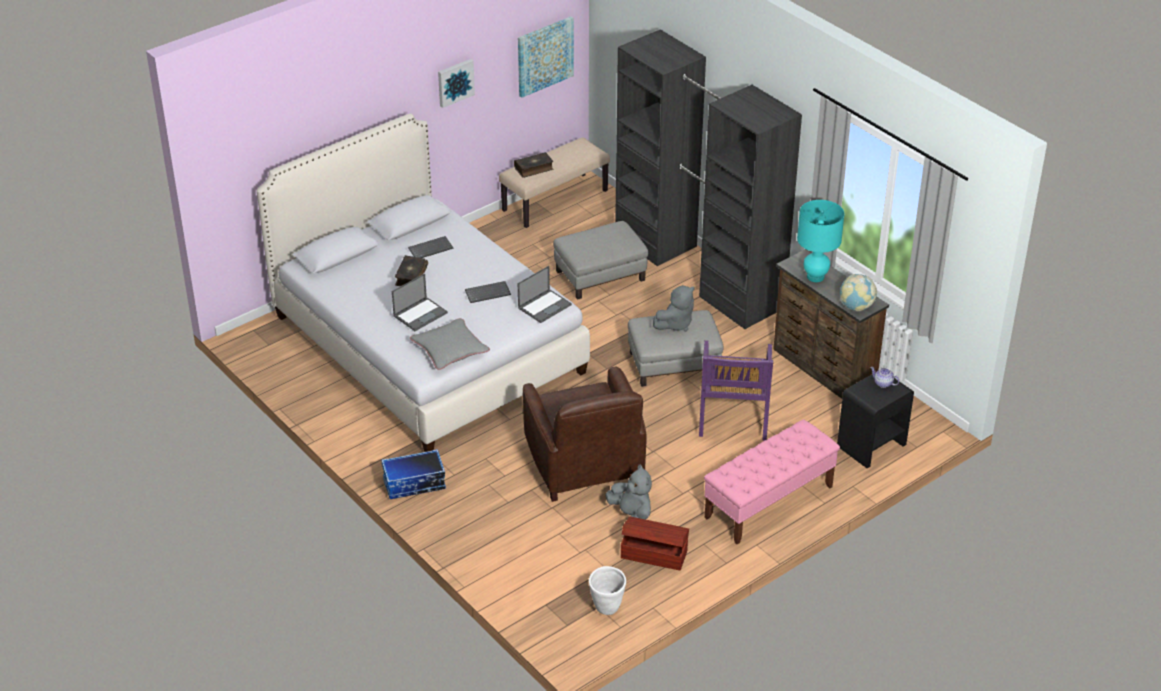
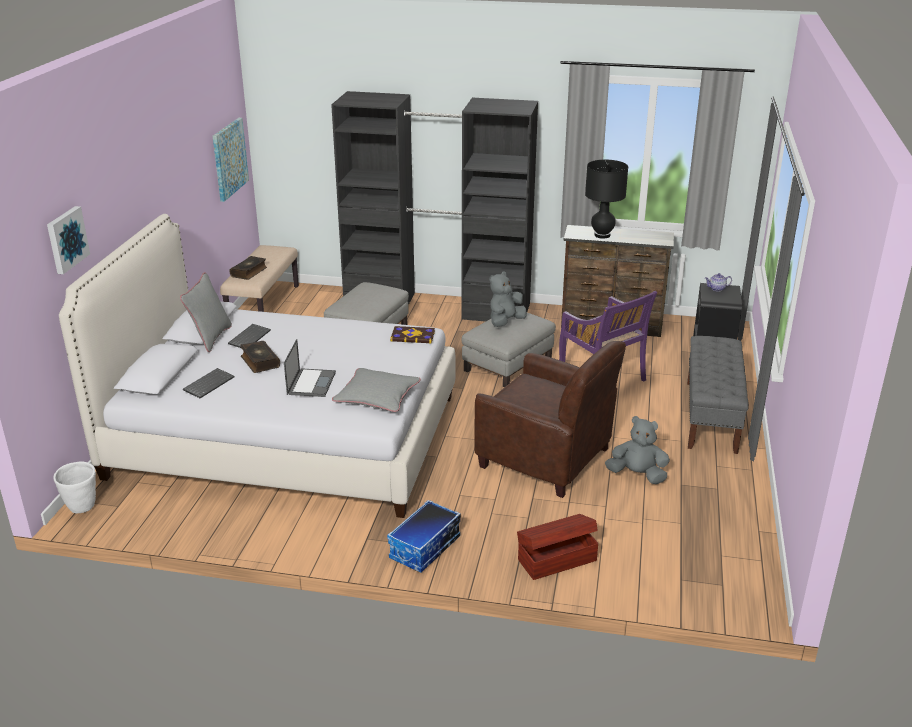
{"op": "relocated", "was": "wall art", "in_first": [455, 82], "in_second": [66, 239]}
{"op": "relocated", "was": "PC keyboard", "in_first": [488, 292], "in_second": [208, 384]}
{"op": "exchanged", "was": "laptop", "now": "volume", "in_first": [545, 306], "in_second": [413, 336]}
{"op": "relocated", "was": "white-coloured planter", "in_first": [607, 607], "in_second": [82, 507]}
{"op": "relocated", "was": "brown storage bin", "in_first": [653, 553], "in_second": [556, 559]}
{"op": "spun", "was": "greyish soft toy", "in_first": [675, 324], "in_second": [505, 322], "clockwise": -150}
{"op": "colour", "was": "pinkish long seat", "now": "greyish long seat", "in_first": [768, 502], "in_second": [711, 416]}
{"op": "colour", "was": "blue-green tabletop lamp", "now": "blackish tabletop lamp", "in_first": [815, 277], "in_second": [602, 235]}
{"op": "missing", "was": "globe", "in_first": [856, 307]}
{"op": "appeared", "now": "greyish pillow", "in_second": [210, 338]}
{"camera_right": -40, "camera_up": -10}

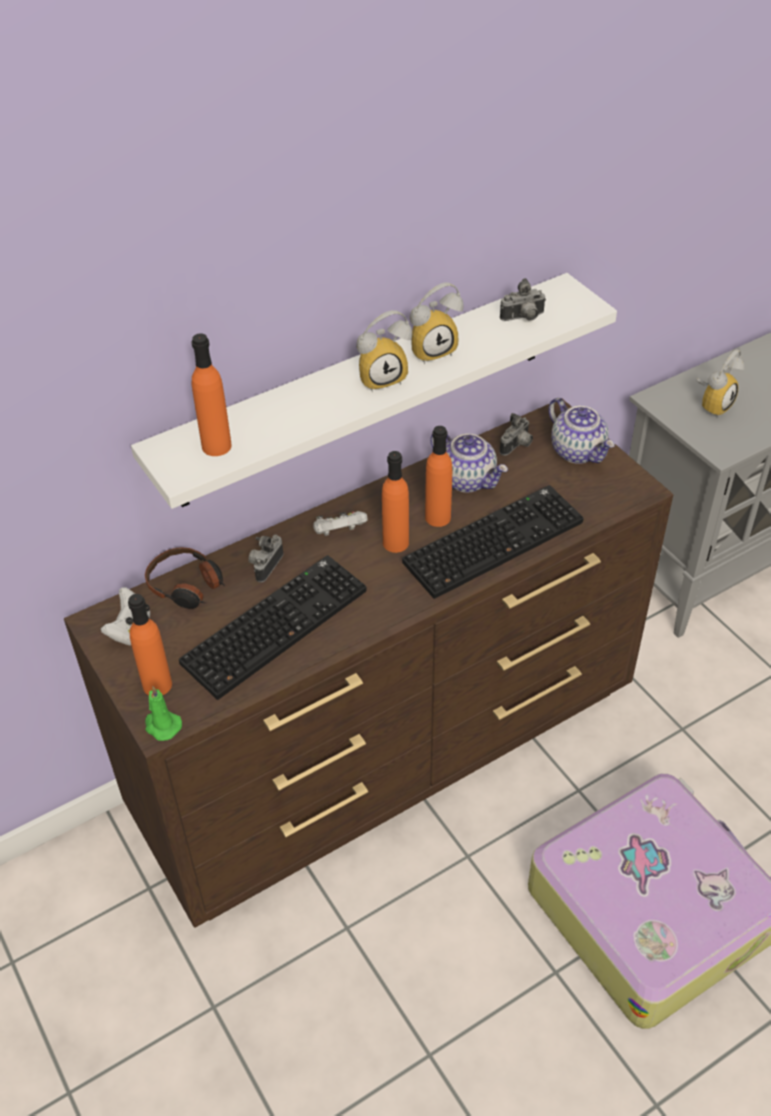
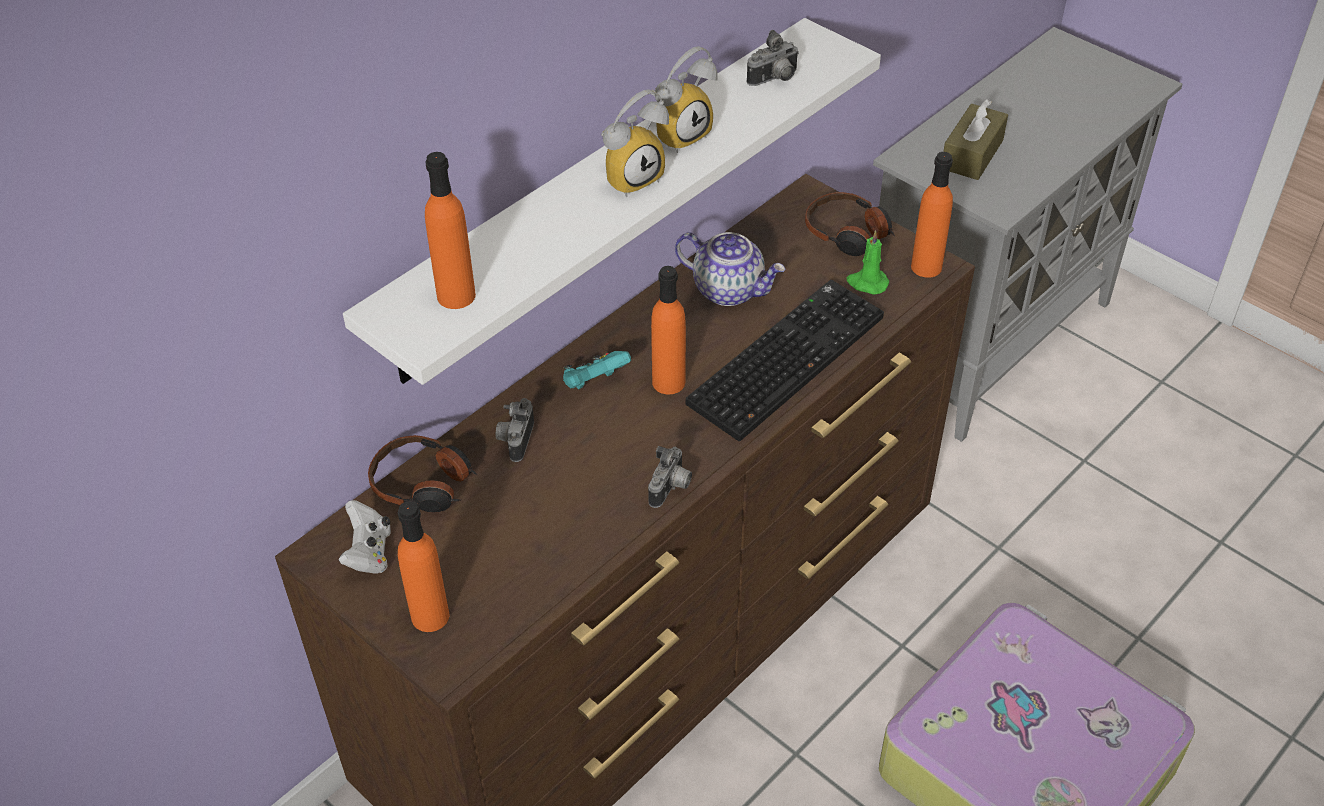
{"op": "relocated", "was": "greenish wax light", "in_first": [162, 725], "in_second": [867, 283]}
{"op": "missing", "was": "PC keyboard", "in_first": [275, 624]}
{"op": "colour", "was": "white-coloured joypad", "now": "blue-green joypad", "in_first": [339, 533], "in_second": [594, 383]}
{"op": "relocated", "was": "orange beverage bottle", "in_first": [438, 517], "in_second": [926, 267]}
{"op": "relocated", "was": "still camera", "in_first": [517, 446], "in_second": [671, 489]}
{"op": "exchanged", "was": "tea pot", "now": "headset", "in_first": [578, 451], "in_second": [848, 234]}
{"op": "exchanged", "was": "bedside clock", "now": "brown tissue box", "in_first": [712, 404], "in_second": [972, 154]}
{"camera_right": -15, "camera_up": 0}

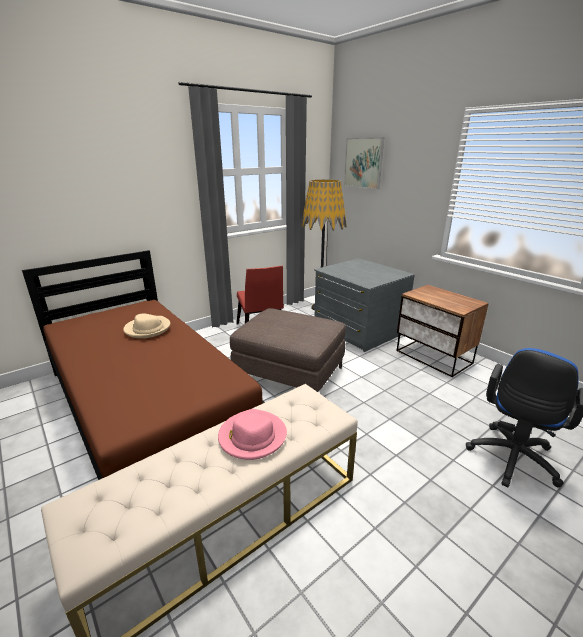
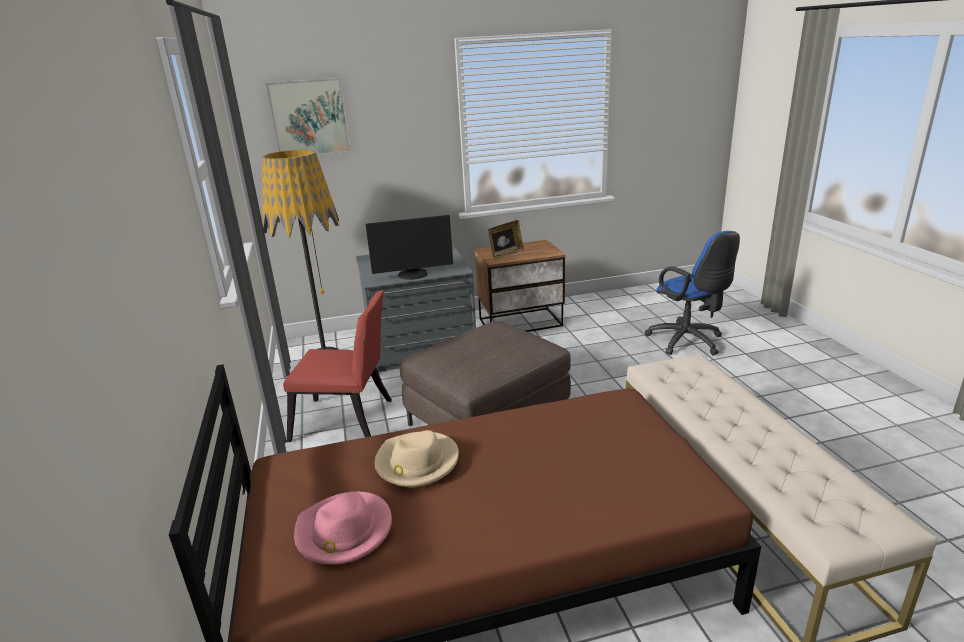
{"op": "relocated", "was": "pinkish hat", "in_first": [252, 437], "in_second": [344, 532]}
{"op": "appeared", "now": "computer screen", "in_second": [413, 275]}
{"op": "appeared", "now": "photo frame", "in_second": [506, 254]}
{"camera_right": -65, "camera_up": 0}

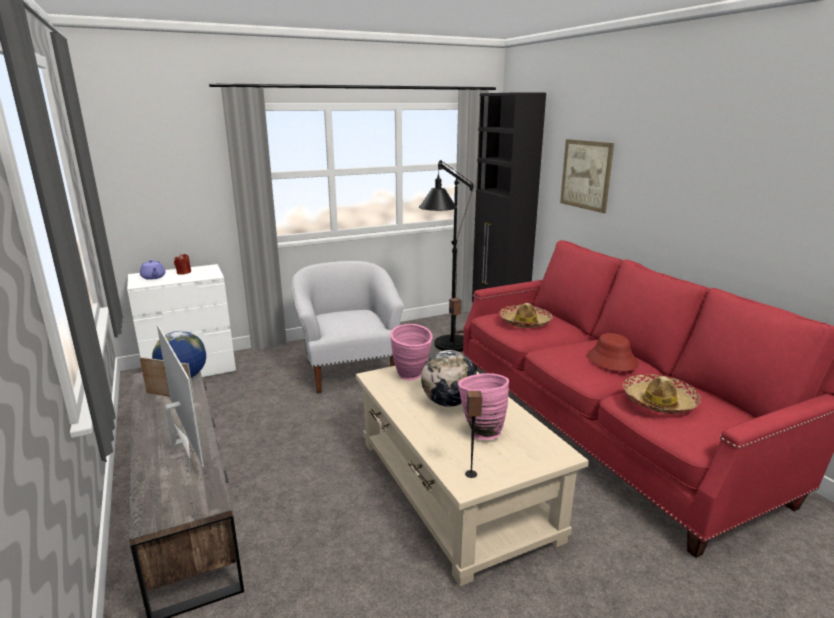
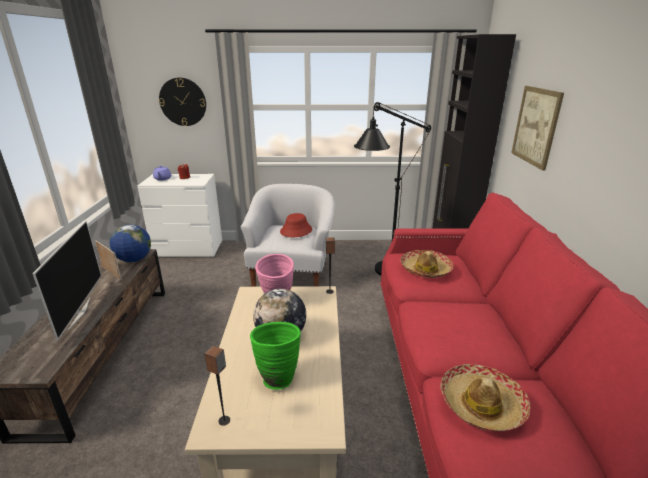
{"op": "colour", "was": "pinkish flower vase", "now": "greenish flower vase", "in_first": [480, 431], "in_second": [277, 376]}
{"op": "relocated", "was": "red-coloured hat", "in_first": [611, 360], "in_second": [296, 231]}
{"op": "appeared", "now": "clock on the wall", "in_second": [183, 102]}
{"camera_right": 25, "camera_up": 5}

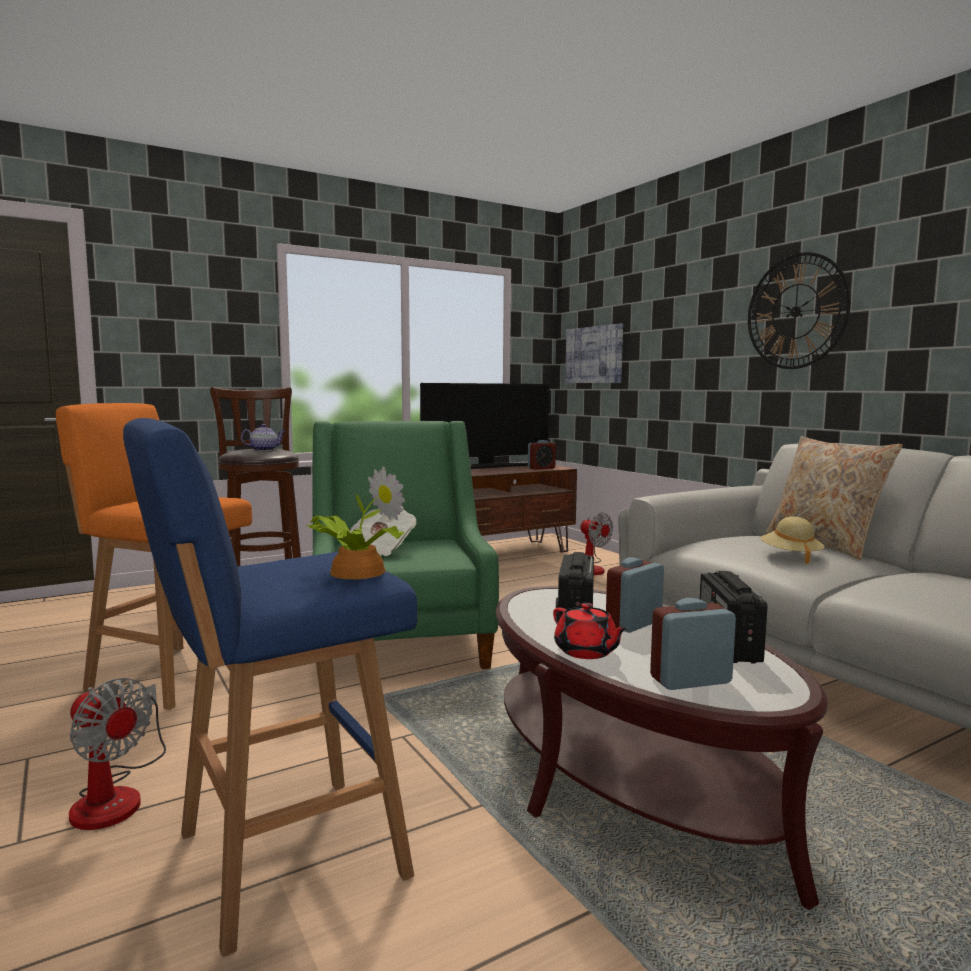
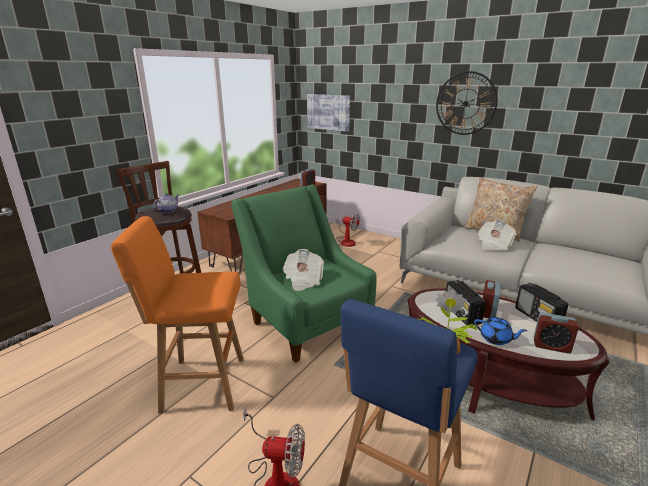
{"op": "missing", "was": "television", "in_first": [486, 467]}
{"op": "colour", "was": "red-coloured tea pot", "now": "bluish tea pot", "in_first": [586, 652], "in_second": [496, 339]}
{"op": "spun", "was": "bedside clock", "in_first": [690, 680], "in_second": [551, 346], "clockwise": -120}
{"op": "exchanged", "was": "beige-coloured hat", "now": "daily paper", "in_first": [790, 556], "in_second": [494, 245]}
{"camera_right": -25, "camera_up": 15}

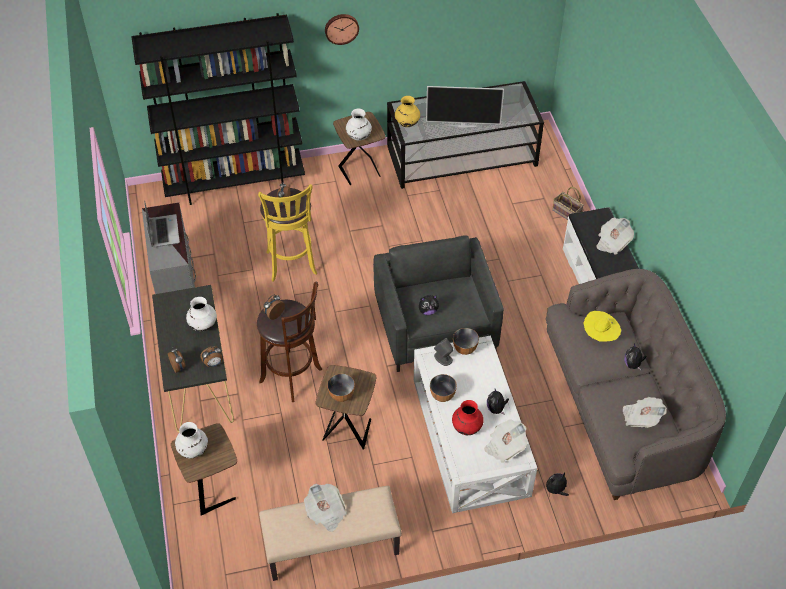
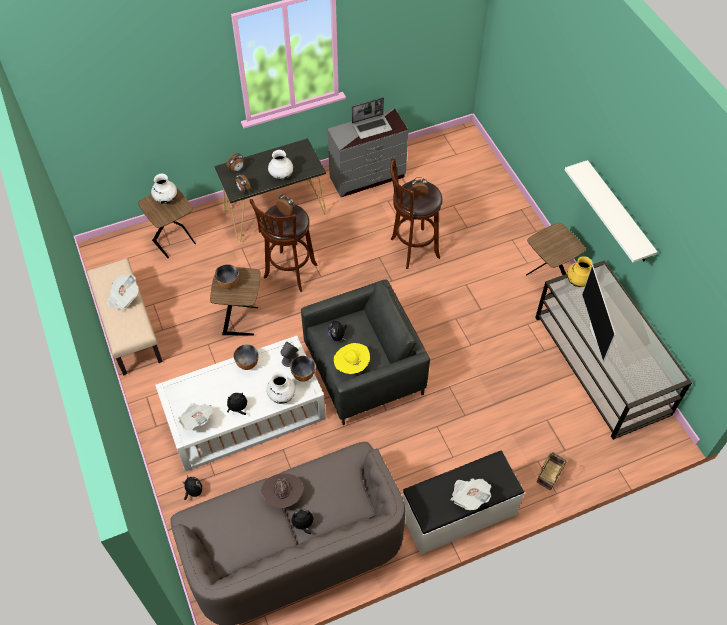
{"op": "missing", "was": "blackish bookcase", "in_first": [235, 183]}
{"op": "colour", "was": "yellow stool seat", "now": "brown stool seat", "in_first": [292, 265], "in_second": [412, 249]}
{"op": "missing", "was": "clock on the wall", "in_first": [341, 28]}
{"op": "relocated", "was": "white-coloured flower vase", "in_first": [358, 137], "in_second": [281, 395]}
{"op": "missing", "was": "red-coloured flower vase", "in_first": [466, 427]}
{"op": "relocated", "was": "yellow hat", "in_first": [600, 336], "in_second": [351, 365]}
{"op": "missing", "was": "daily paper", "in_first": [641, 418]}
{"op": "appeared", "now": "brown hat", "in_second": [283, 496]}
{"op": "appeared", "now": "white-coloured shelf", "in_second": [618, 213]}
{"camera_right": 80, "camera_up": 5}

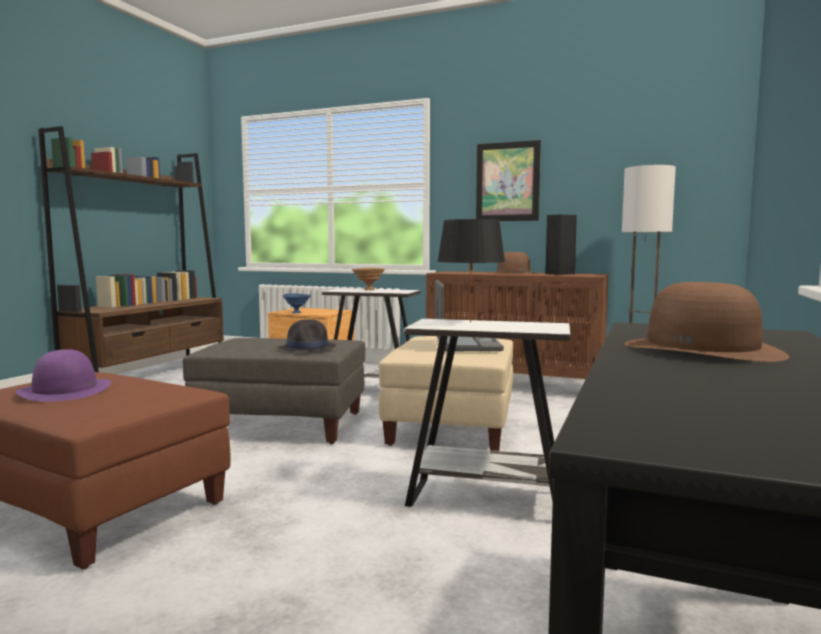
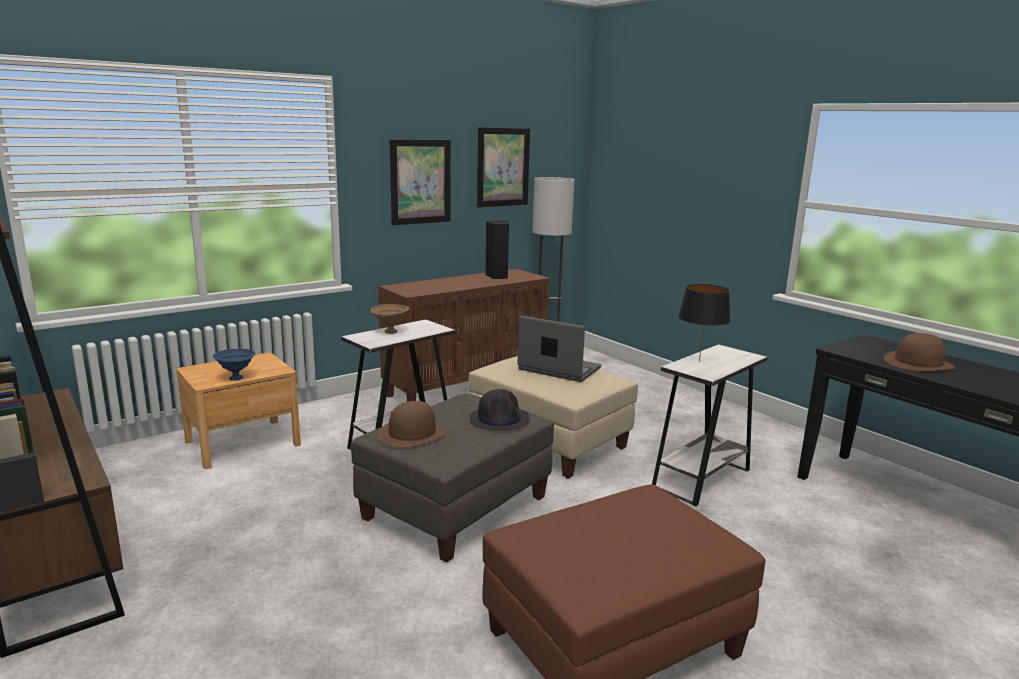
{"op": "missing", "was": "purple-coloured hat", "in_first": [65, 390]}
{"op": "relocated", "was": "brown hat", "in_first": [513, 273], "in_second": [412, 433]}
{"op": "appeared", "now": "wall art", "in_second": [503, 167]}
{"camera_right": -60, "camera_up": 10}

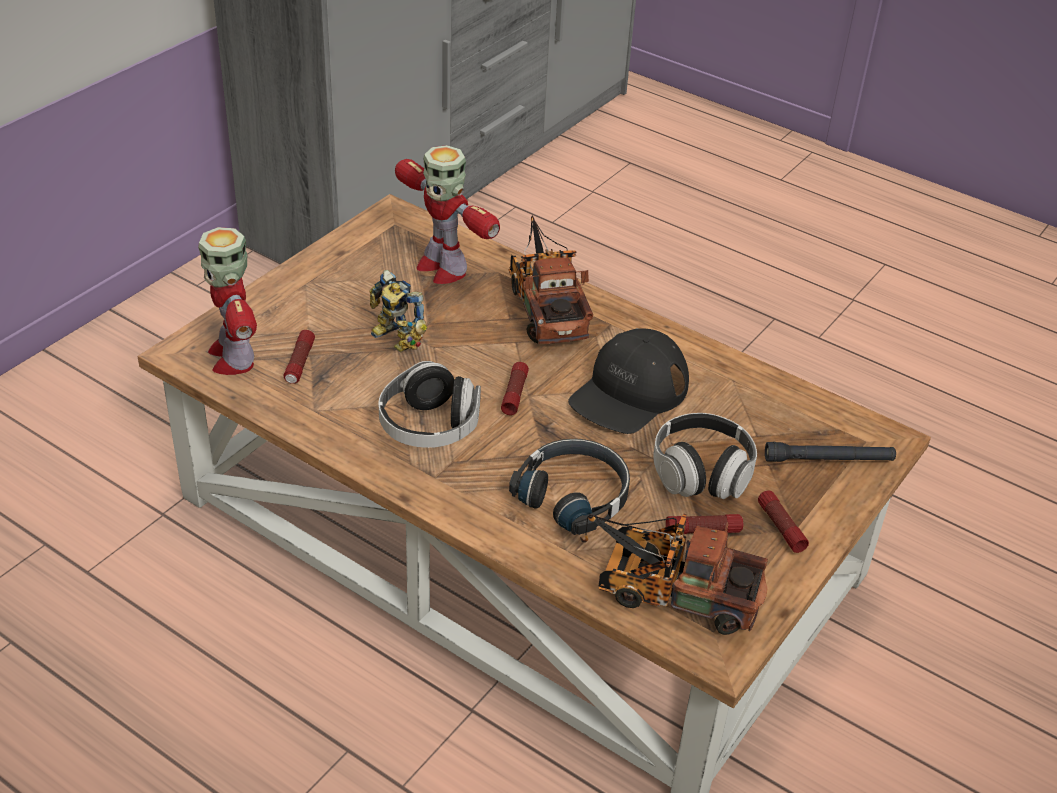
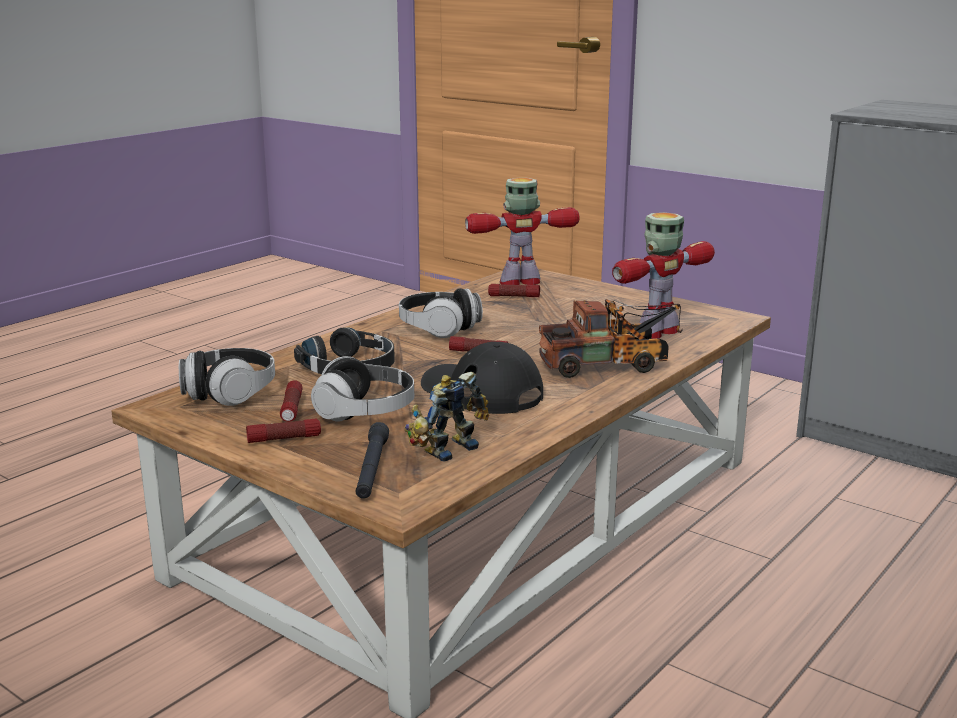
{"op": "relocated", "was": "robot figure", "in_first": [394, 340], "in_second": [447, 448]}
{"op": "exchanged", "was": "model truck", "now": "headset", "in_first": [667, 592], "in_second": [229, 393]}
{"camera_right": 95, "camera_up": -20}

